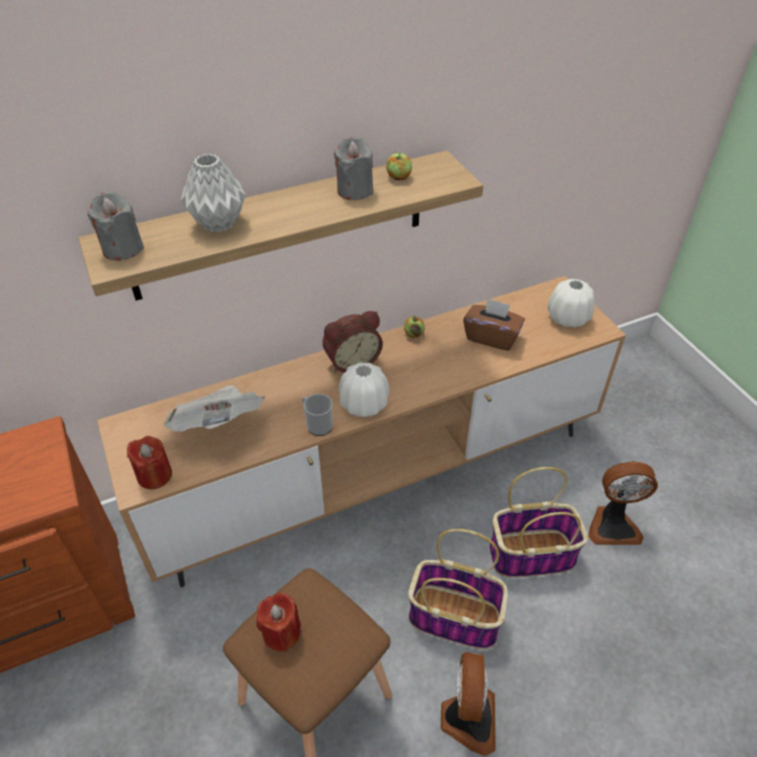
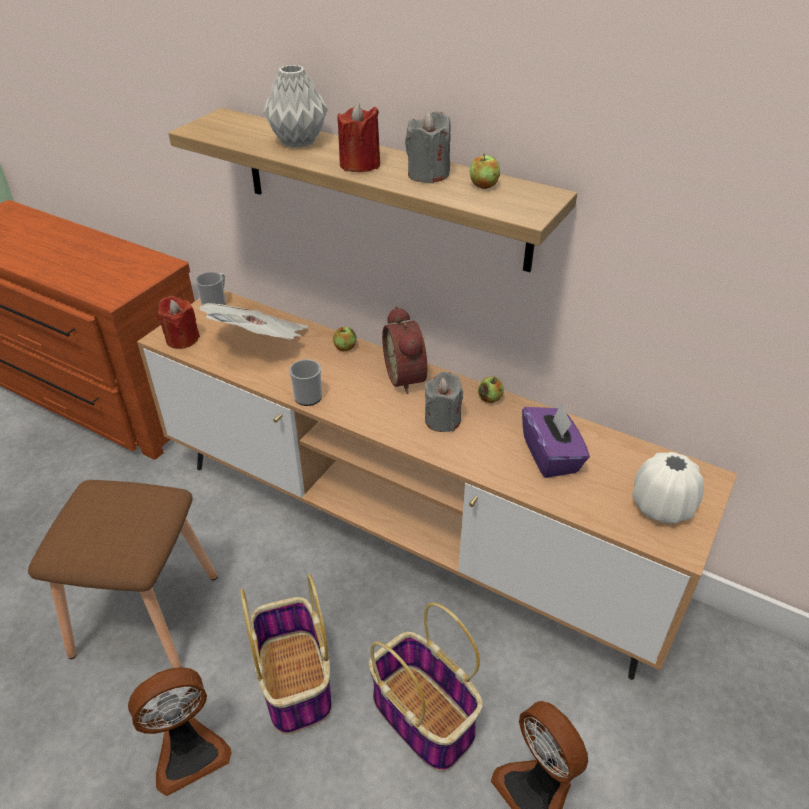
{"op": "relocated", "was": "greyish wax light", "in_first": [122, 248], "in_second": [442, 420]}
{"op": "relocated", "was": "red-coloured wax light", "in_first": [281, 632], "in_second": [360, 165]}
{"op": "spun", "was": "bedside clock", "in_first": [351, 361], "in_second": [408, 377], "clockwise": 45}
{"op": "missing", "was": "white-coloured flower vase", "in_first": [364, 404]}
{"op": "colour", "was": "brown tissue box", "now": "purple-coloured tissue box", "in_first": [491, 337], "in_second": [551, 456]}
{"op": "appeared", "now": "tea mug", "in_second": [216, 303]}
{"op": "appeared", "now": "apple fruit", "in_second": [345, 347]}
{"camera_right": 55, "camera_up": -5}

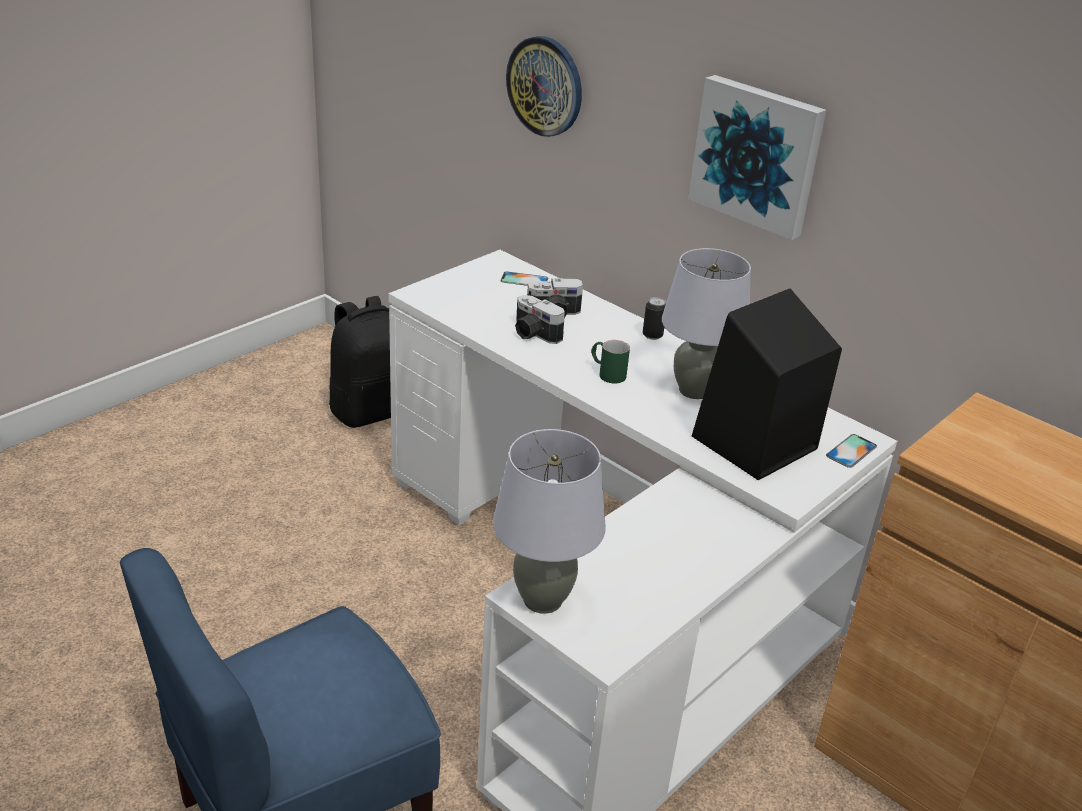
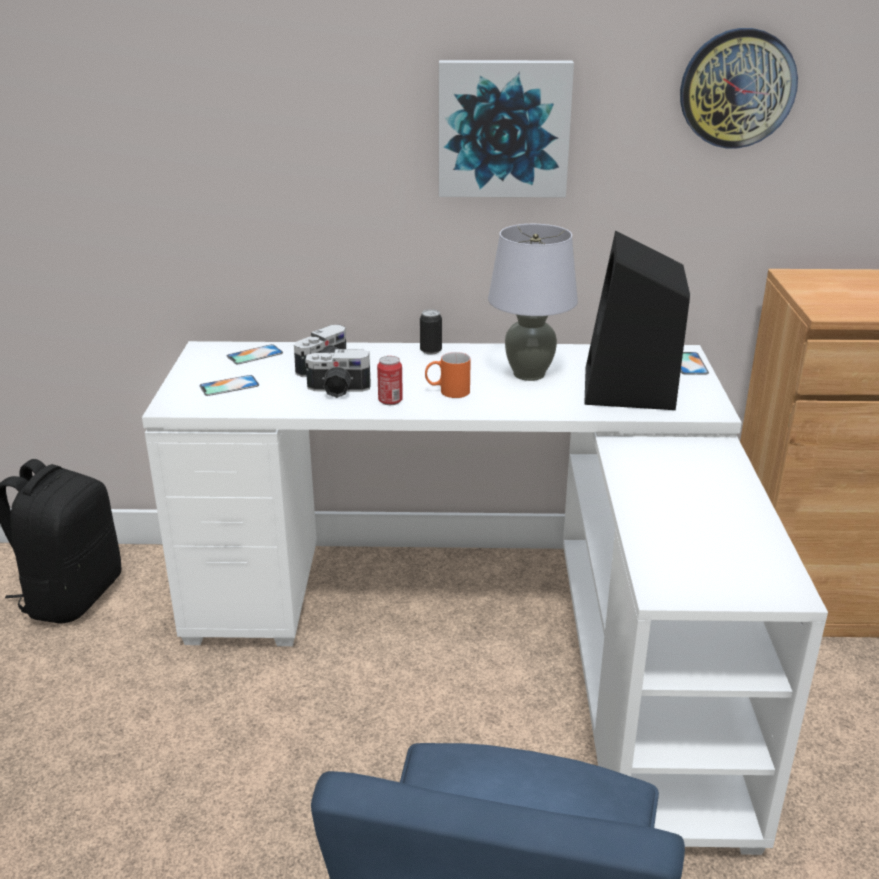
{"op": "missing", "was": "greyish tabletop lamp", "in_first": [543, 600]}
{"op": "relocated", "was": "clock on the wall", "in_first": [545, 86], "in_second": [737, 88]}
{"op": "colour", "was": "greenish tea mug", "now": "orange tea mug", "in_first": [607, 373], "in_second": [447, 392]}
{"op": "appeared", "now": "handset", "in_second": [229, 386]}
{"op": "appeared", "now": "sealed can", "in_second": [390, 401]}
{"camera_right": -40, "camera_up": -5}

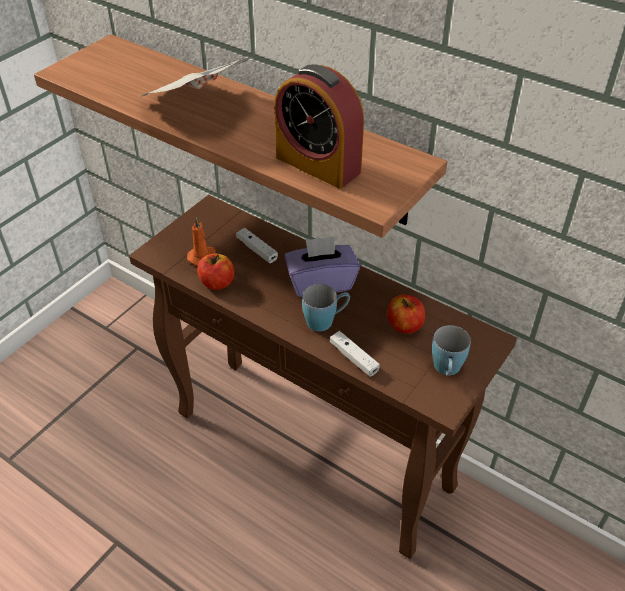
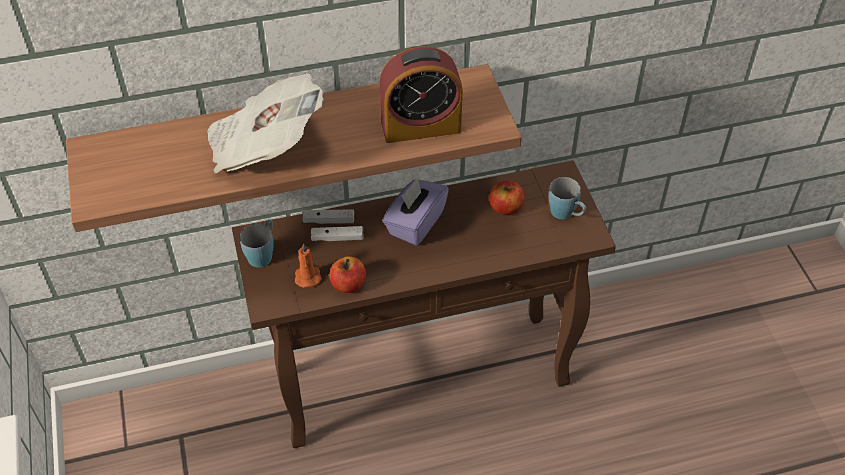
{"op": "relocated", "was": "bluish tea mug", "in_first": [325, 320], "in_second": [263, 253]}
{"op": "relocated", "was": "white-coloured joypad", "in_first": [353, 358], "in_second": [328, 221]}
{"camera_right": -50, "camera_up": 5}

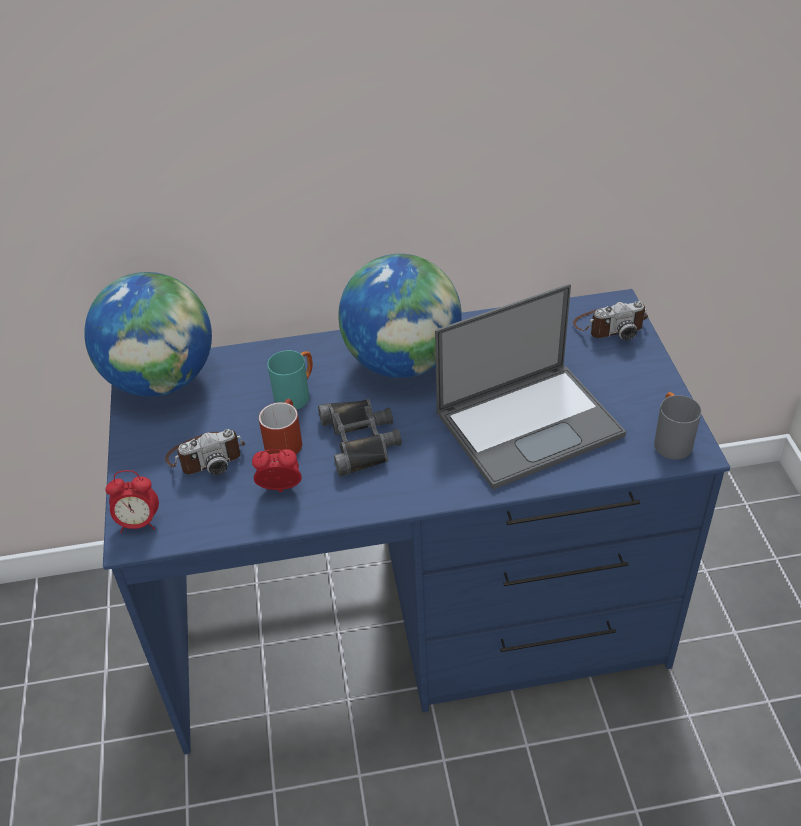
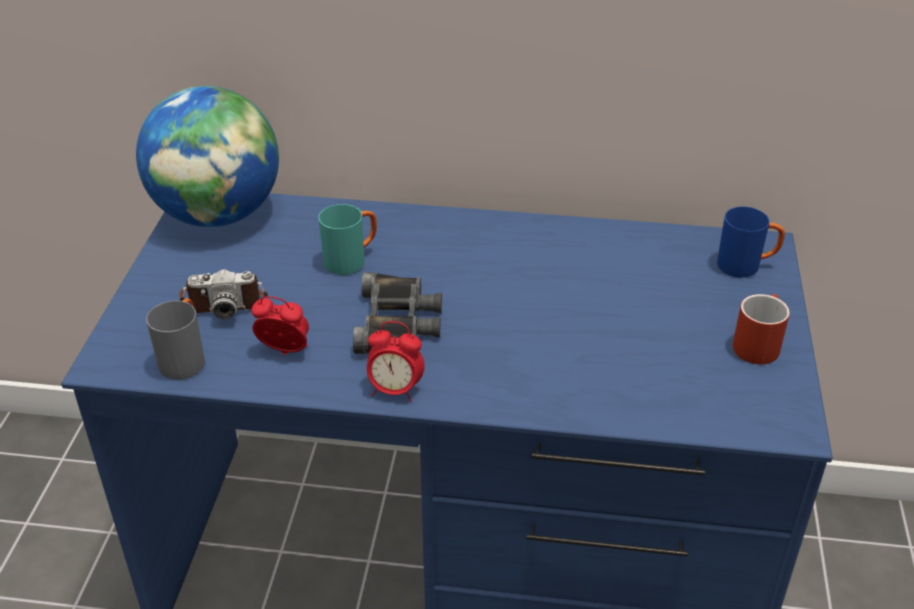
{"op": "relocated", "was": "bedside clock", "in_first": [139, 523], "in_second": [395, 390]}
{"op": "relocated", "was": "red-coloured tea mug", "in_first": [284, 440], "in_second": [757, 343]}
{"op": "missing", "was": "globe", "in_first": [402, 362]}
{"op": "missing", "was": "laptop", "in_first": [530, 423]}
{"op": "exchanged", "was": "still camera", "now": "bluish tea mug", "in_first": [609, 325], "in_second": [746, 266]}
{"op": "relocated", "was": "greyish tea mug", "in_first": [670, 440], "in_second": [185, 358]}
{"camera_right": 15, "camera_up": -5}

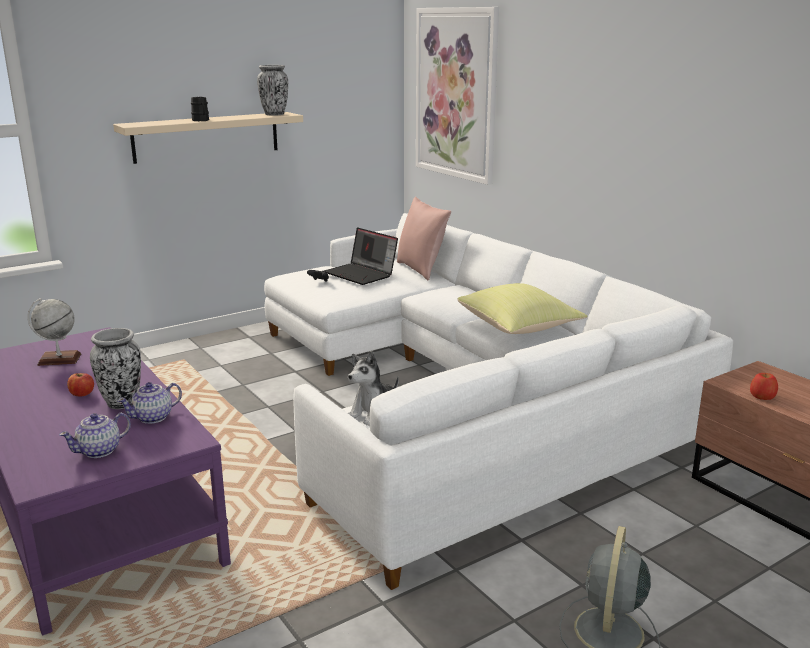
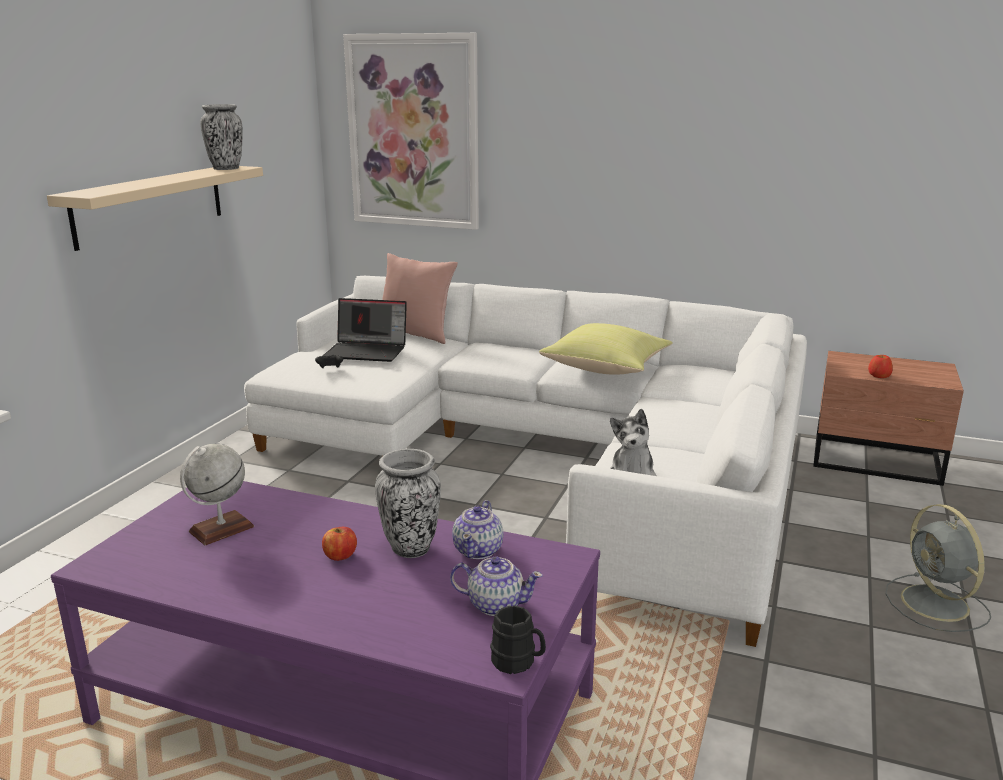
{"op": "spun", "was": "tea pot", "in_first": [100, 451], "in_second": [495, 604], "clockwise": -90}
{"op": "relocated", "was": "blackish tea mug", "in_first": [201, 120], "in_second": [518, 662]}
{"camera_right": -35, "camera_up": 0}

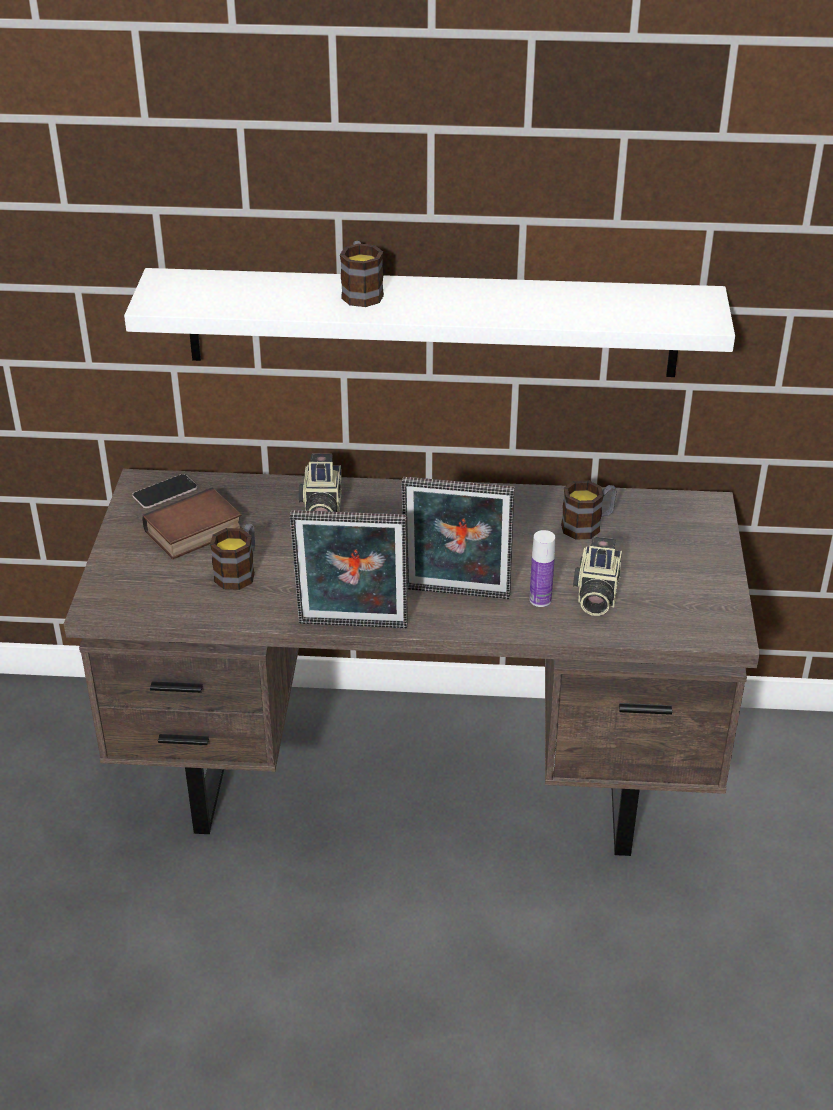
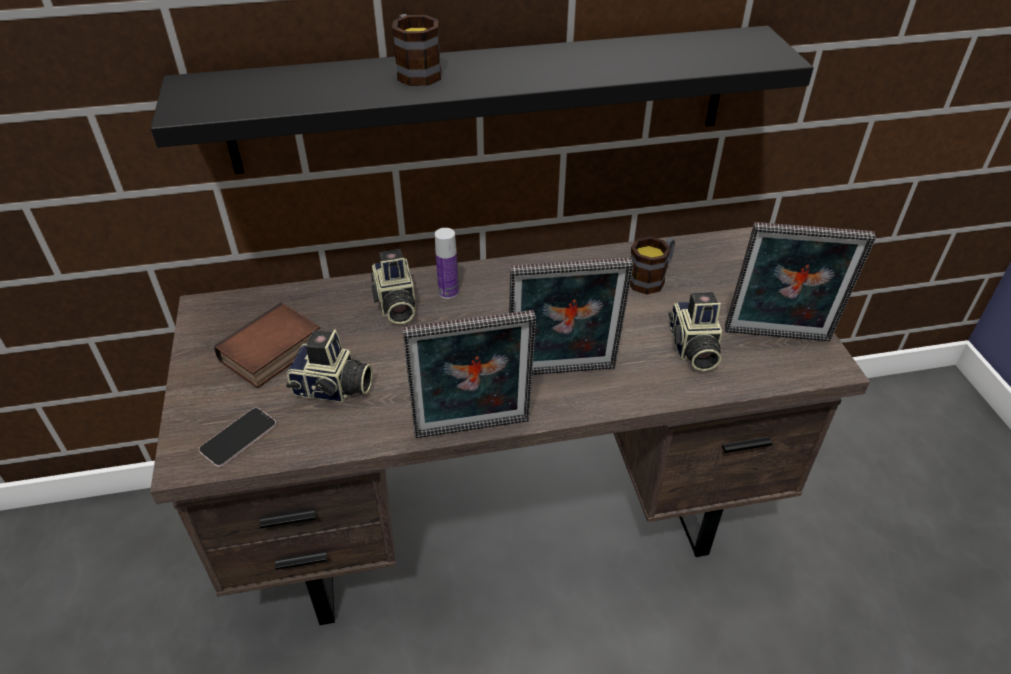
{"op": "colour", "was": "white-coloured shelf", "now": "blackish shelf", "in_first": [432, 322], "in_second": [483, 100]}
{"op": "relocated", "was": "handset", "in_first": [165, 492], "in_second": [238, 437]}
{"op": "exchanged", "was": "tea mug", "now": "still camera", "in_first": [239, 571], "in_second": [333, 389]}
{"op": "relocated", "was": "beverage bottle", "in_first": [540, 600], "in_second": [448, 292]}
{"op": "appeared", "now": "photo frame", "in_second": [777, 338]}
{"camera_right": -15, "camera_up": 5}

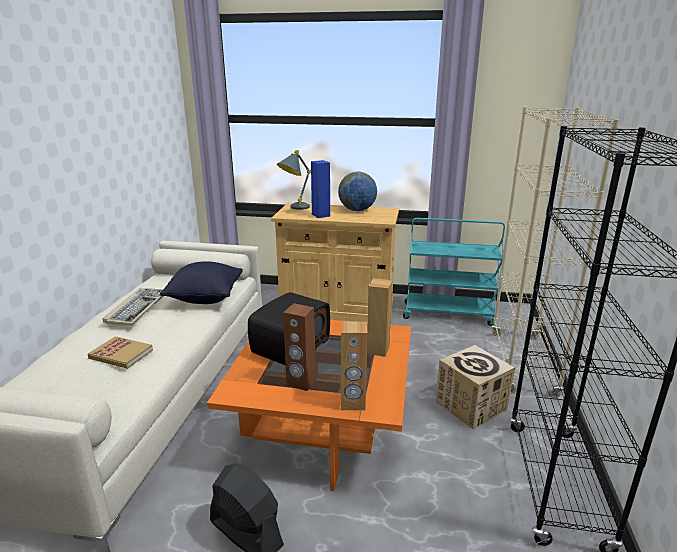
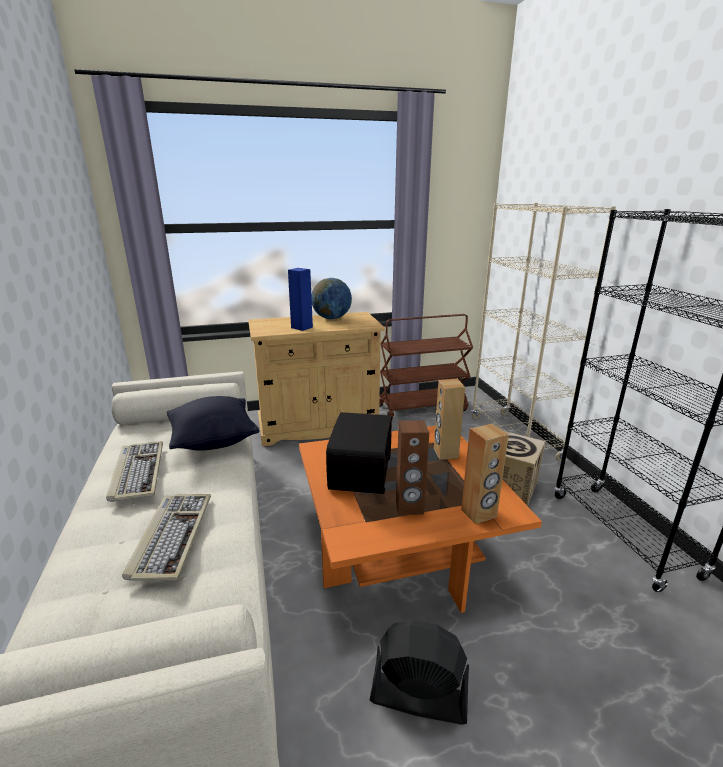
{"op": "exchanged", "was": "volume", "now": "PC keyboard", "in_first": [121, 354], "in_second": [171, 536]}
{"op": "missing", "was": "greyish tabletop lamp", "in_first": [294, 208]}
{"op": "colour", "was": "blue-green trolley", "now": "brown trolley", "in_first": [448, 314], "in_second": [422, 407]}
{"camera_right": -25, "camera_up": 0}

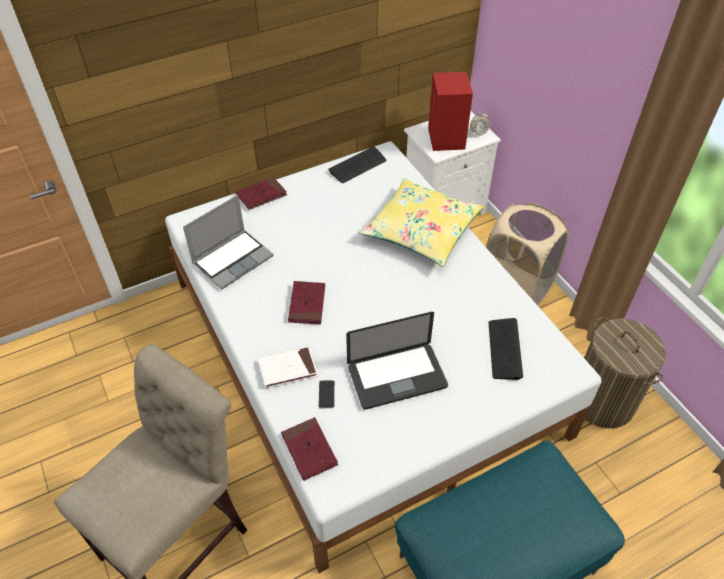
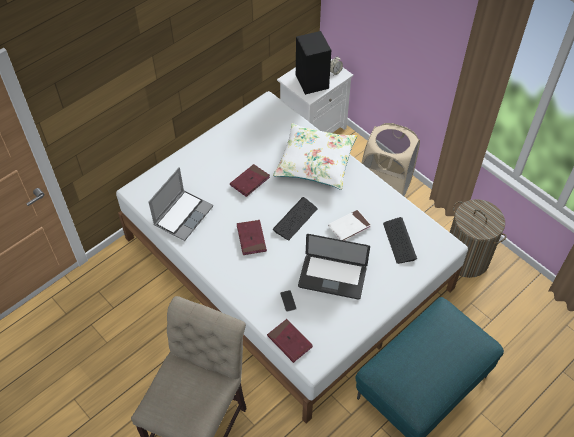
{"op": "relocated", "was": "red-coloured volume", "in_first": [261, 195], "in_second": [250, 181]}
{"op": "relocated", "was": "white-coloured volume", "in_first": [287, 369], "in_second": [349, 227]}
{"op": "relocated", "was": "PC keyboard", "in_first": [357, 166], "in_second": [295, 219]}
{"op": "spun", "was": "laptop", "in_first": [397, 377], "in_second": [332, 277], "clockwise": 45}
{"op": "colour", "was": "yellow pillow", "now": "white-coloured pillow", "in_first": [421, 230], "in_second": [315, 162]}
{"op": "colour", "was": "red-coloured loudspeaker", "now": "blackish loudspeaker", "in_first": [446, 139], "in_second": [312, 82]}
{"camera_right": -15, "camera_up": 5}

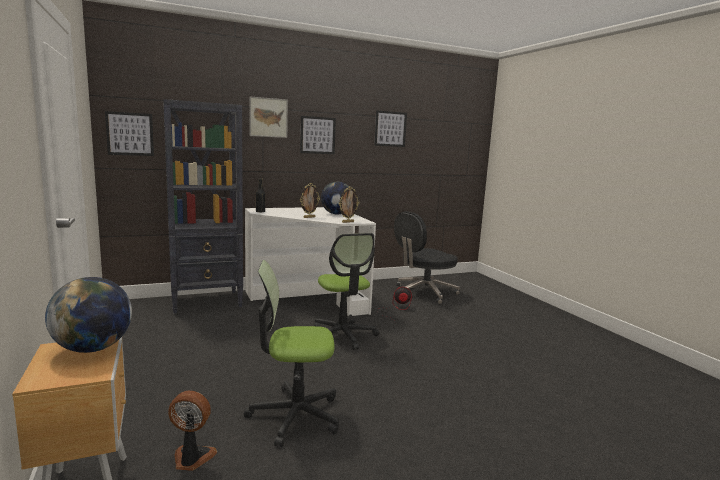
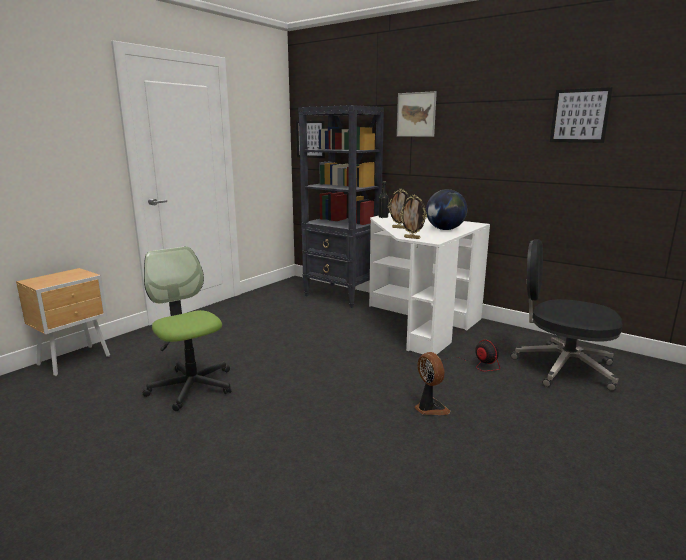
{"op": "missing", "was": "globe", "in_first": [93, 348]}
{"op": "relocated", "was": "electric fan", "in_first": [192, 459], "in_second": [429, 408]}
{"op": "missing", "was": "wall art", "in_first": [317, 135]}
{"op": "missing", "was": "computer chair", "in_first": [343, 335]}
{"camera_right": 60, "camera_up": 5}

